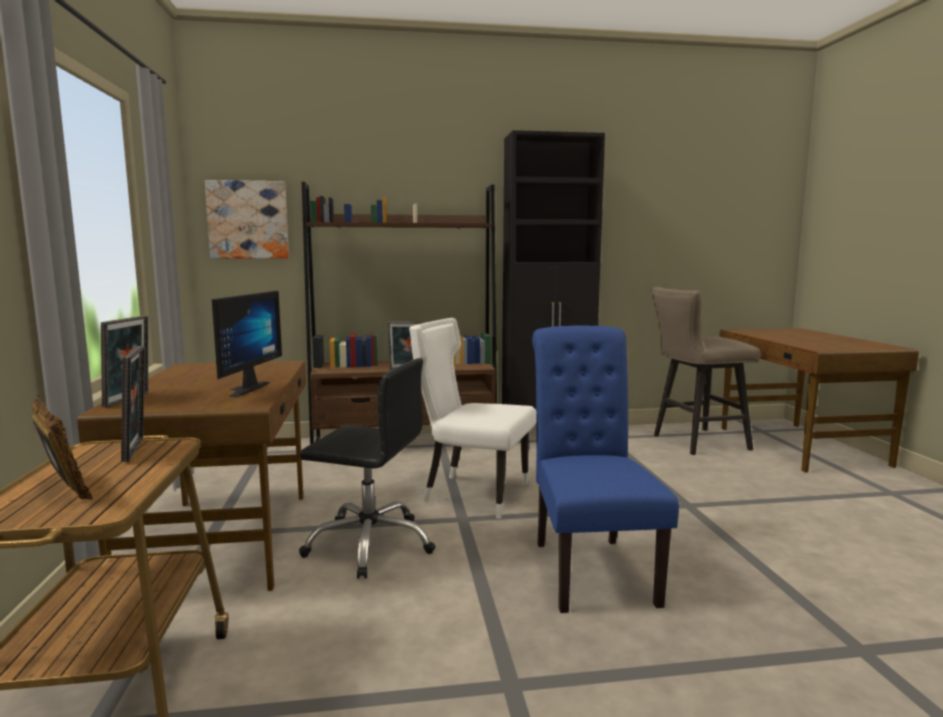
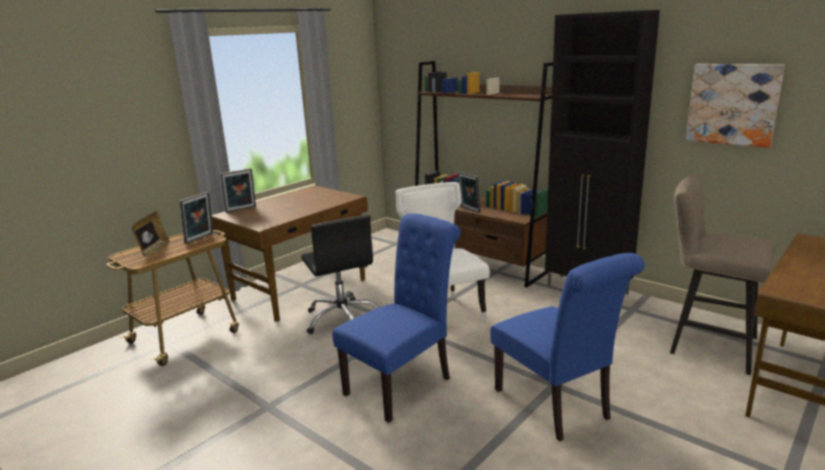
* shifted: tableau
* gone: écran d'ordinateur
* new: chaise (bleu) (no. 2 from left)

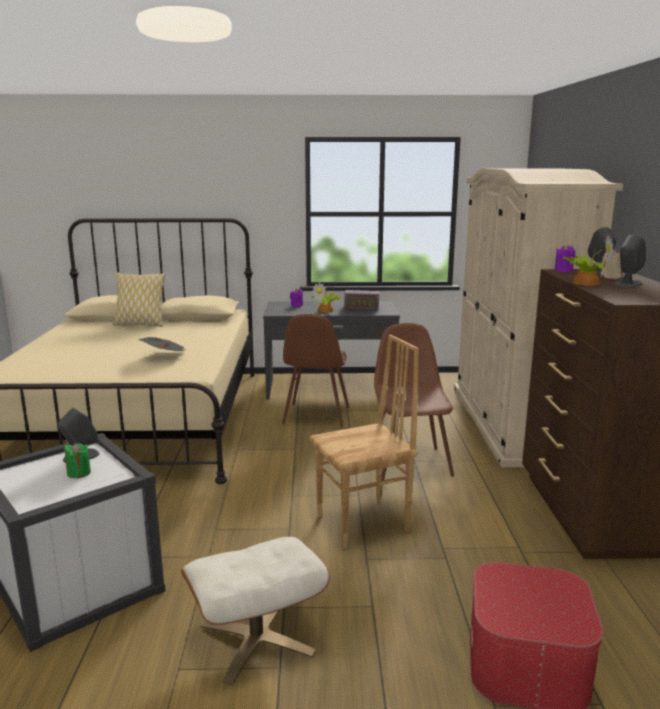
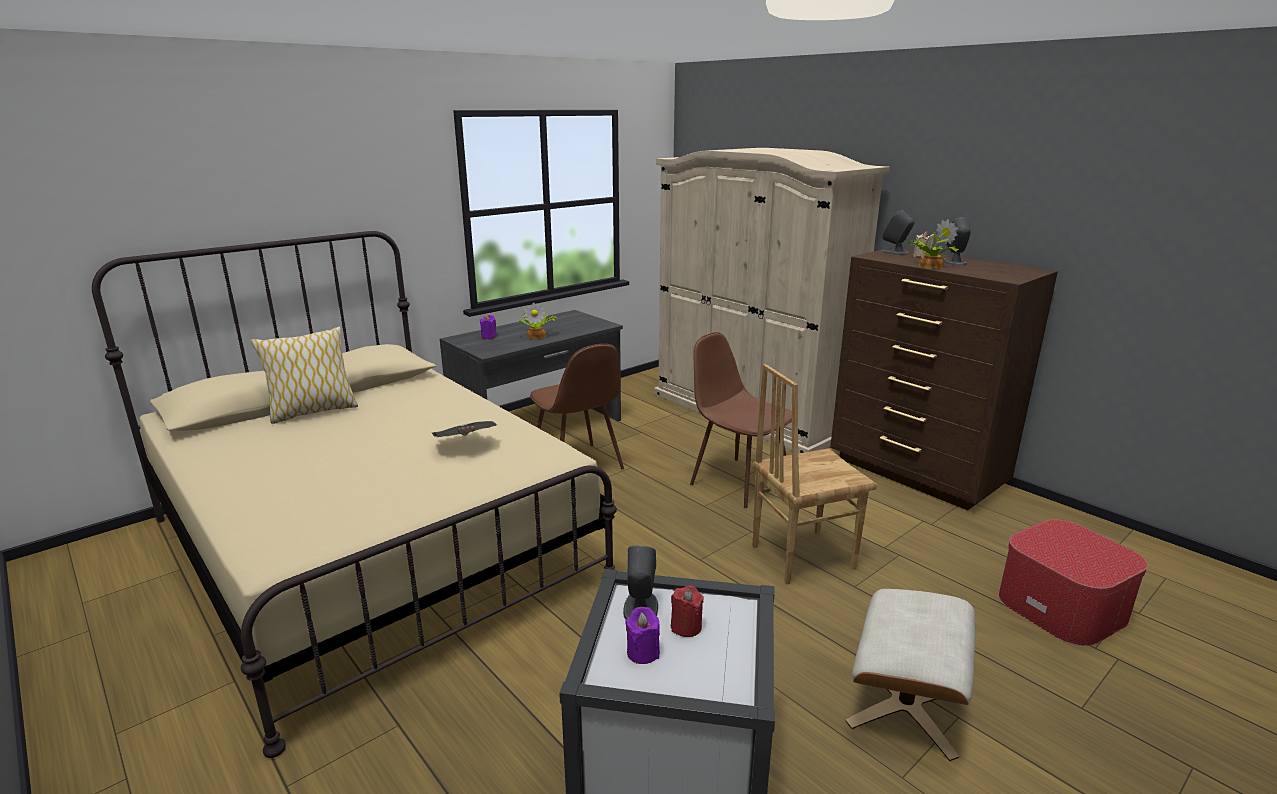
* shifted: bougie (violet) (no. 2 from left)
* gone: radio
* rotated: chaise (marron) (no. 2 from left in the first image) 135 degrees counterclockwise
* repainted: bougie (vert) to bougie (rouge)

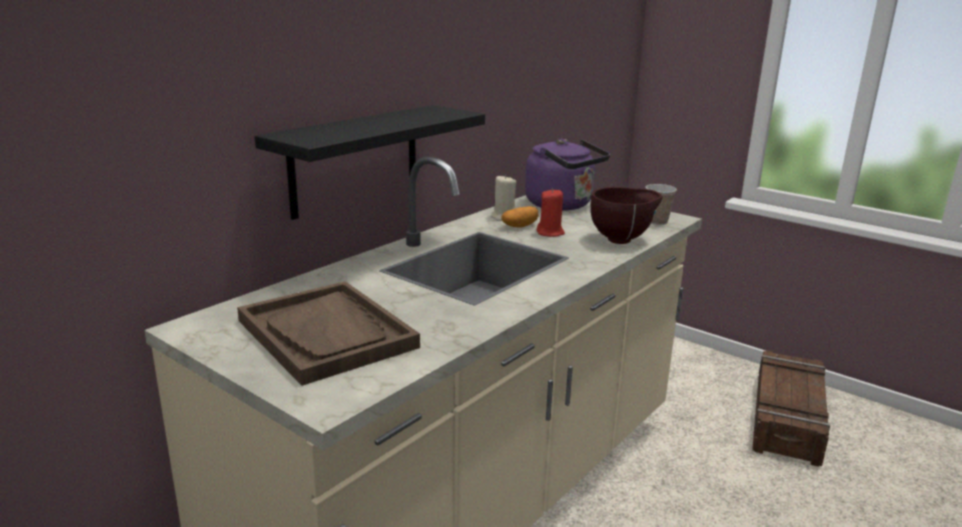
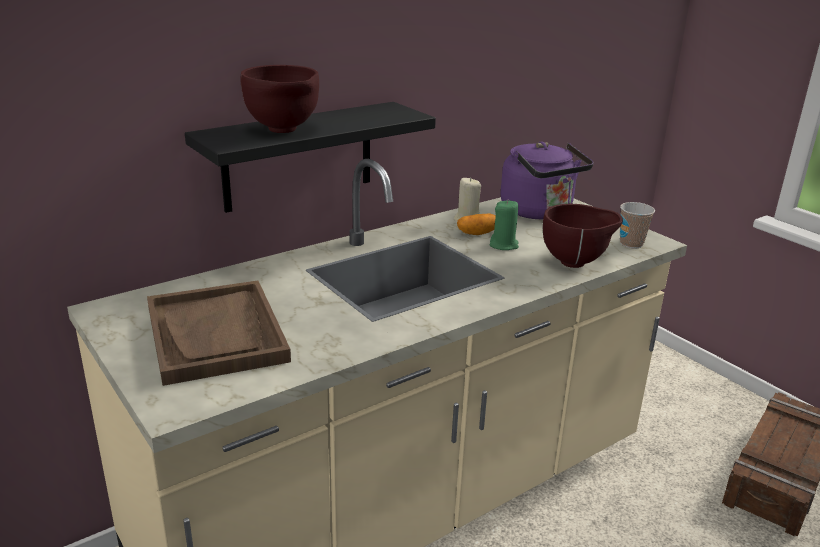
* repainted: bougie (rouge) to bougie (vert)
* new: bol (marron) (no. 1 from left)

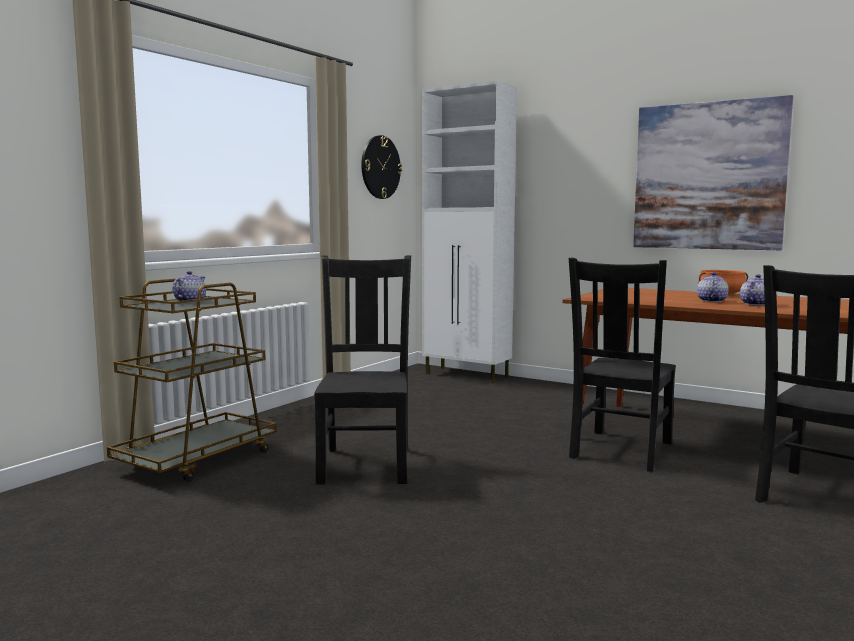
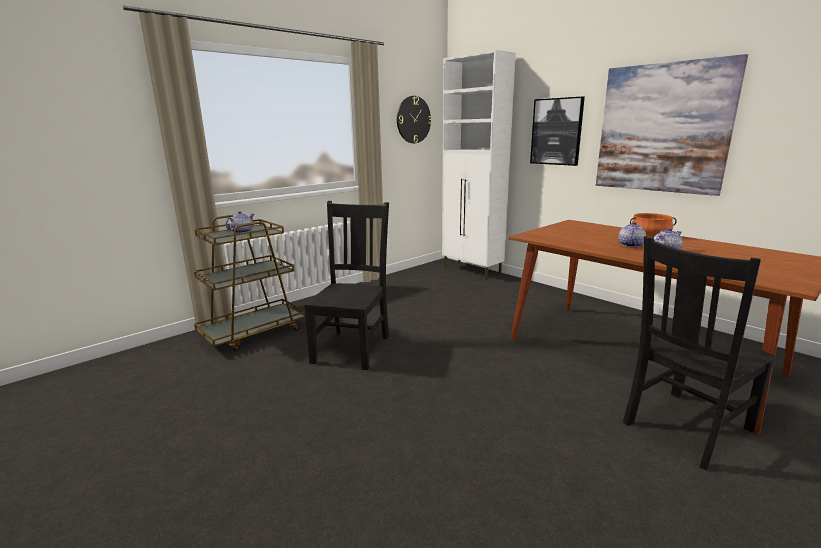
* gone: chaise (noir) (no. 2 from left)
* new: tableau (no. 1 from left)

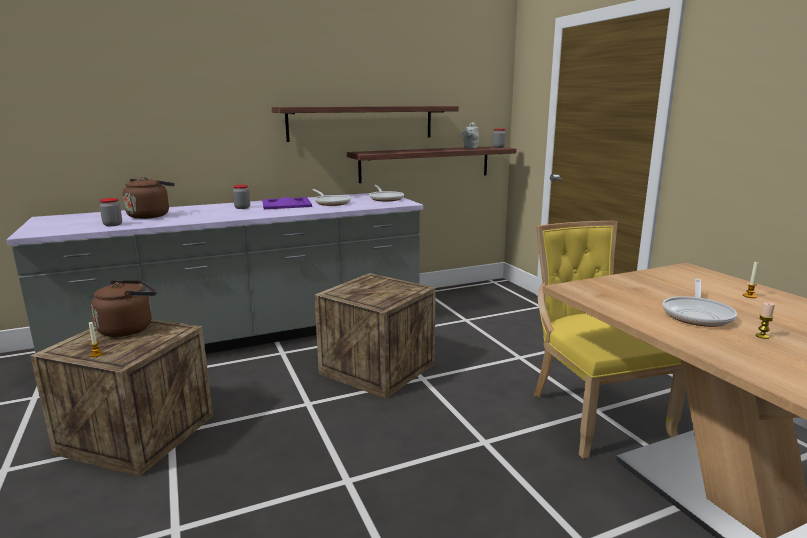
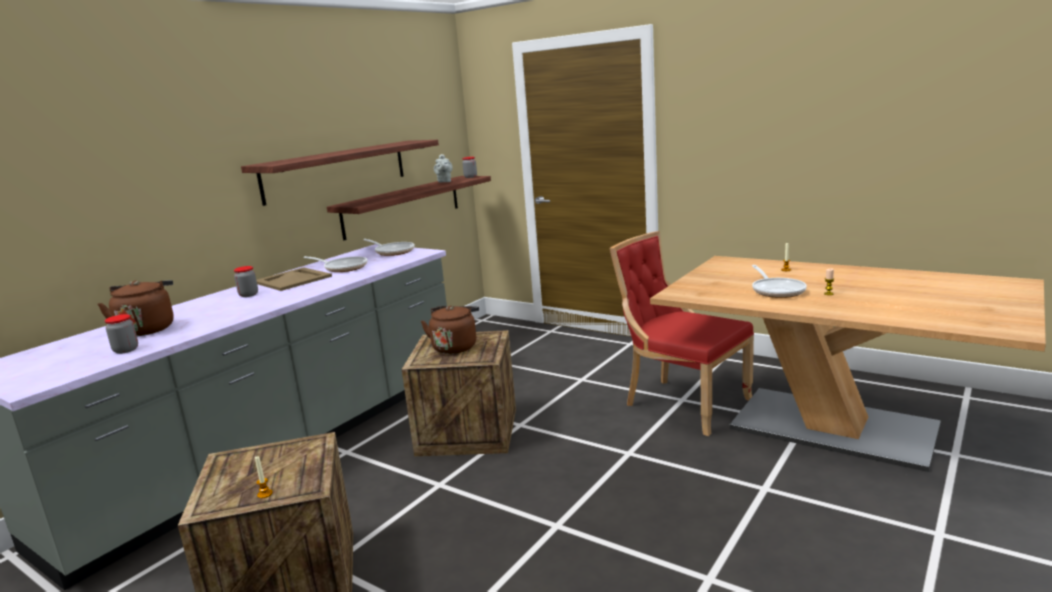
* repainted: plateau (violet) to plateau (beige)
* repainted: chaise (jaune) to chaise (rouge)
* shifted: bouilloire (marron) (no. 1 from left in the first image) to bouilloire (marron) (no. 2 from left)

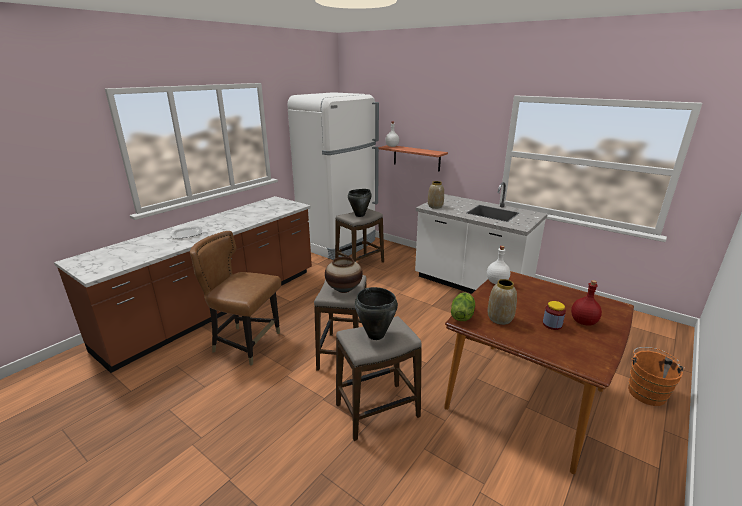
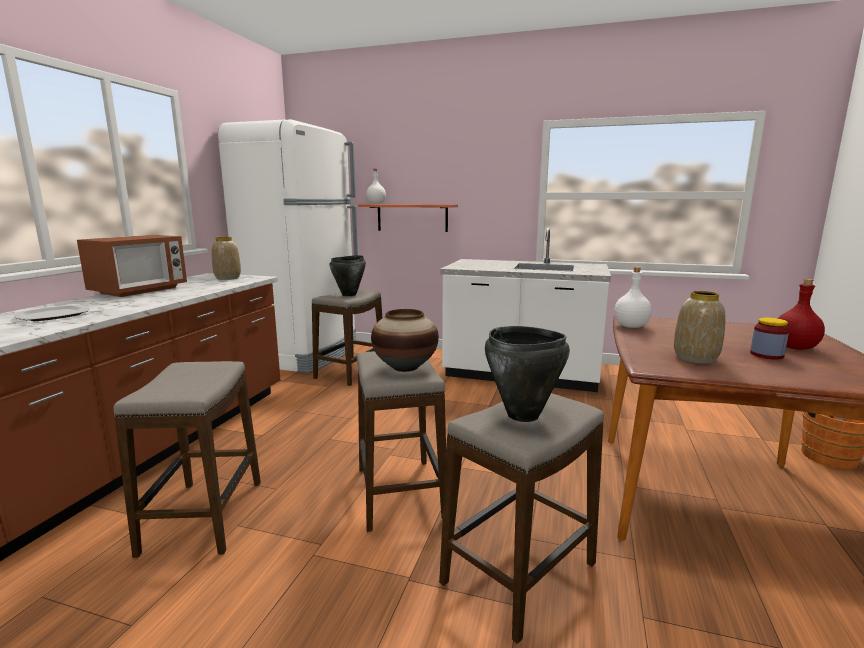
* shifted: vase (no. 2 from left in the first image) to vase (no. 1 from left)
* swapped: chaise (marron) to tabouret (no. 1 from left)
* gone: laitue
* new: micro-ondes

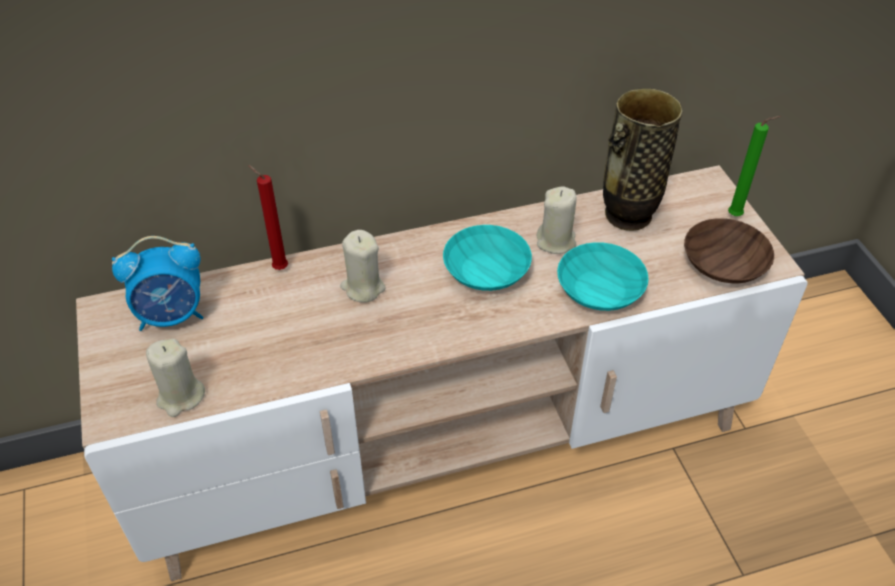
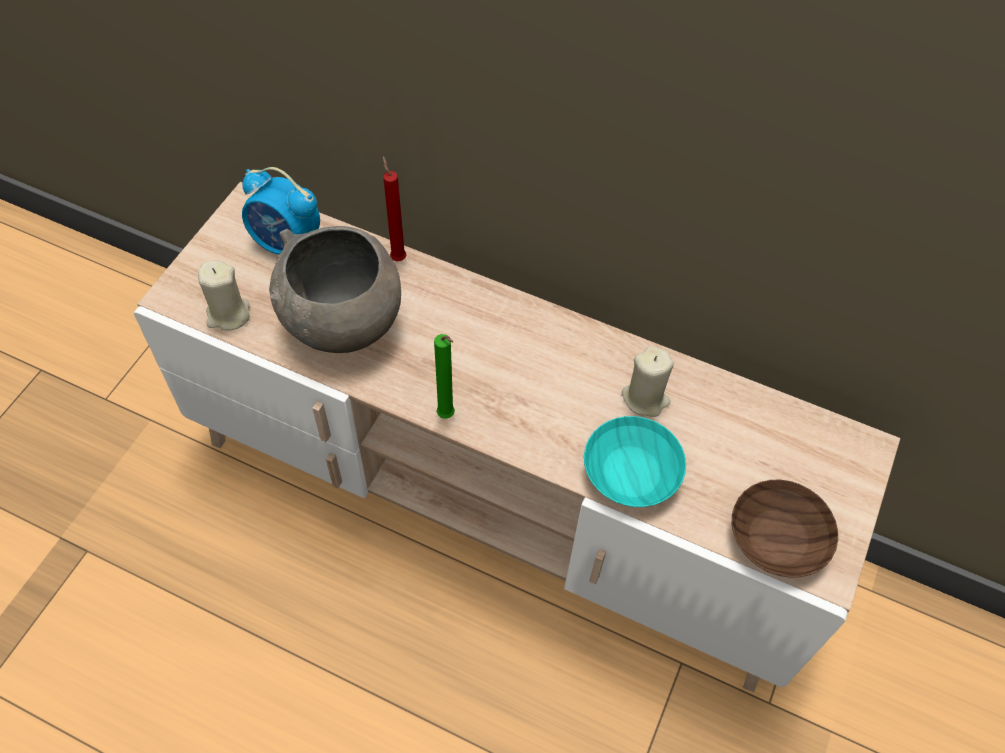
* gone: vase
* shifted: bougie (vert)
* gone: bol (turquoise) (no. 1 from left)
* gone: bougie (beige) (no. 2 from left)
* new: bol (gris)

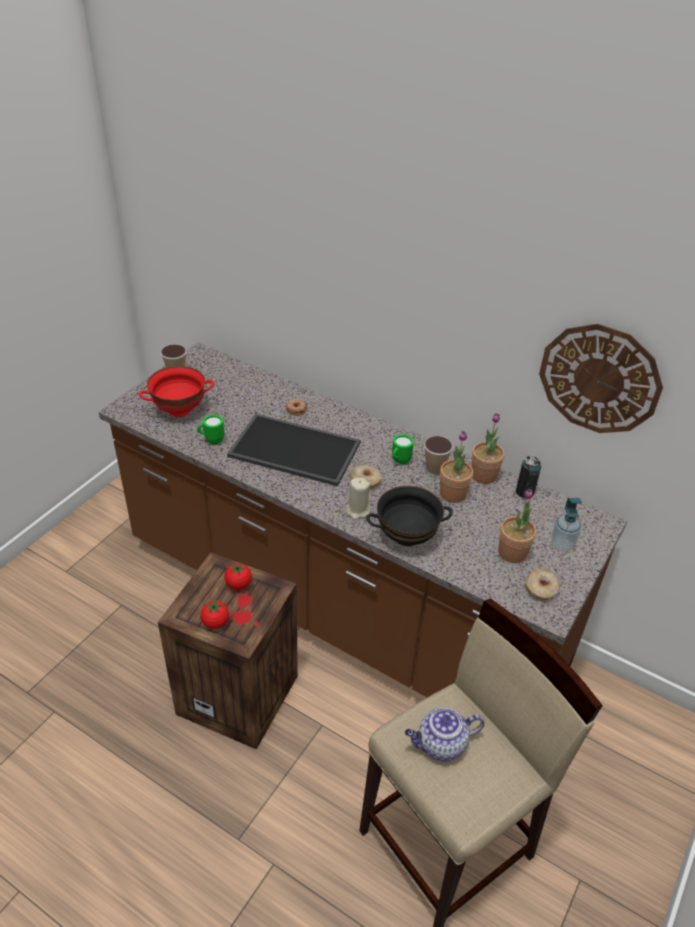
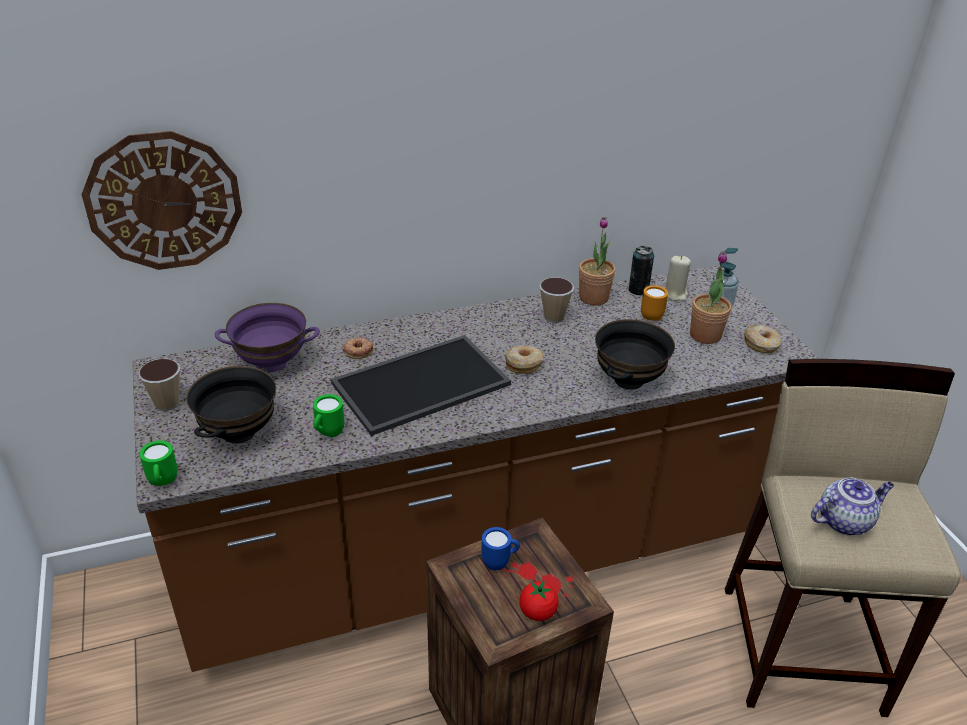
* shifted: horloge murale
* repainted: bol (rouge) to bol (noir) (no. 1 from left)
* gone: plante en pot (no. 1 from left)
* shifted: mug (vert) (no. 2 from left in the first image) to mug (vert) (no. 1 from left)
* shifted: bougie (beige)
* swapped: tomate (no. 2 from left) to mug (bleu)
* rotated: théière 135 degrees counterclockwise
* new: mug (orange)
* new: bol (violet)

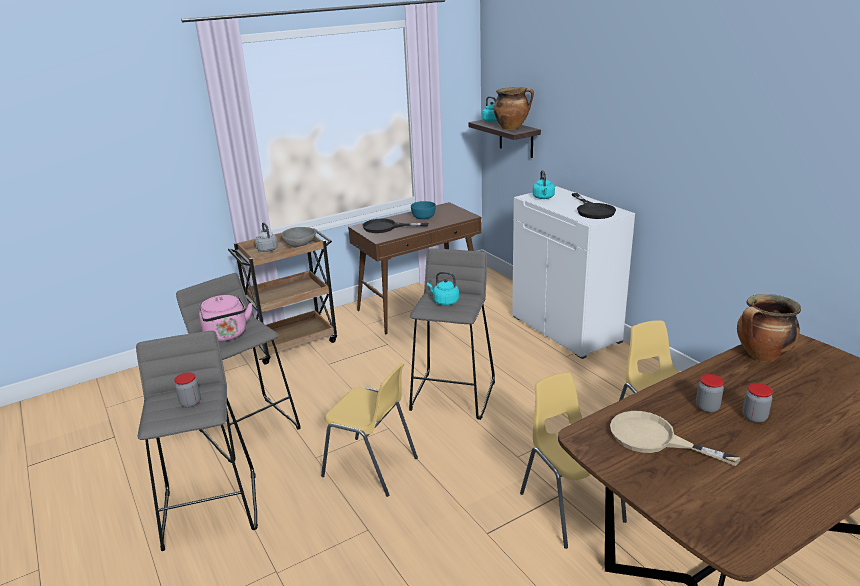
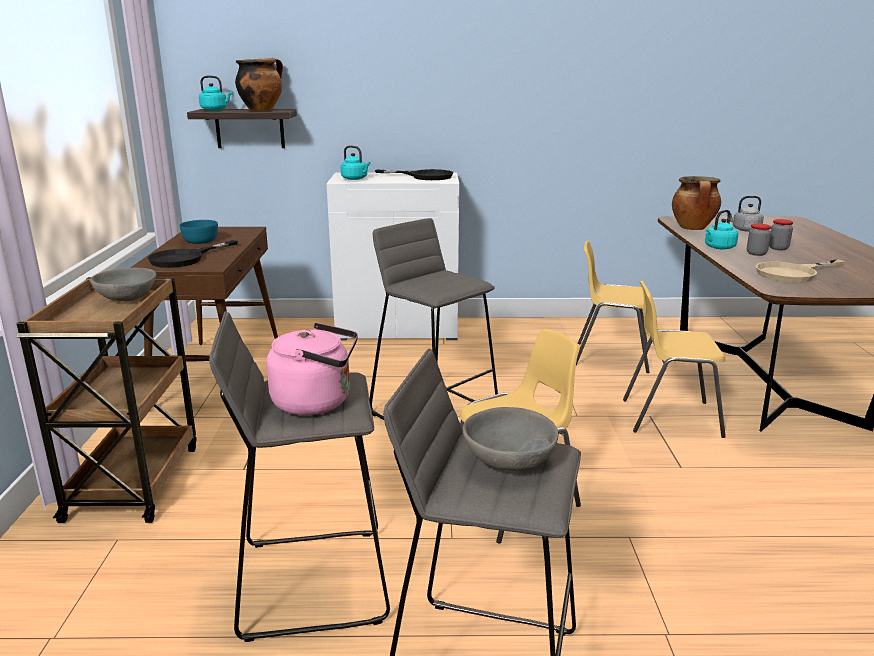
* shifted: bouilloire (gris)
* shifted: bouilloire (turquoise) (no. 1 from left in the first image) to bouilloire (turquoise) (no. 3 from left)
* swapped: bocal (no. 1 from left) to bol (gris) (no. 2 from left)

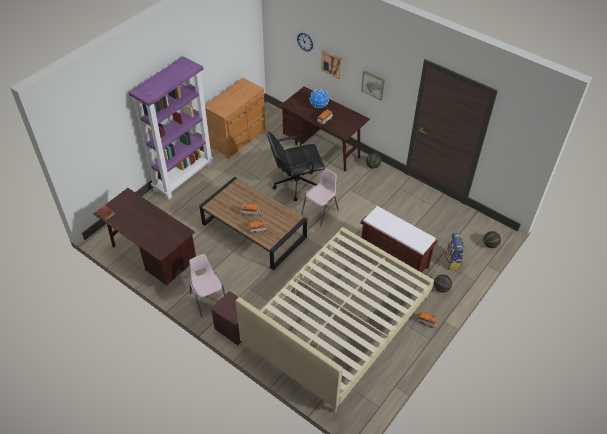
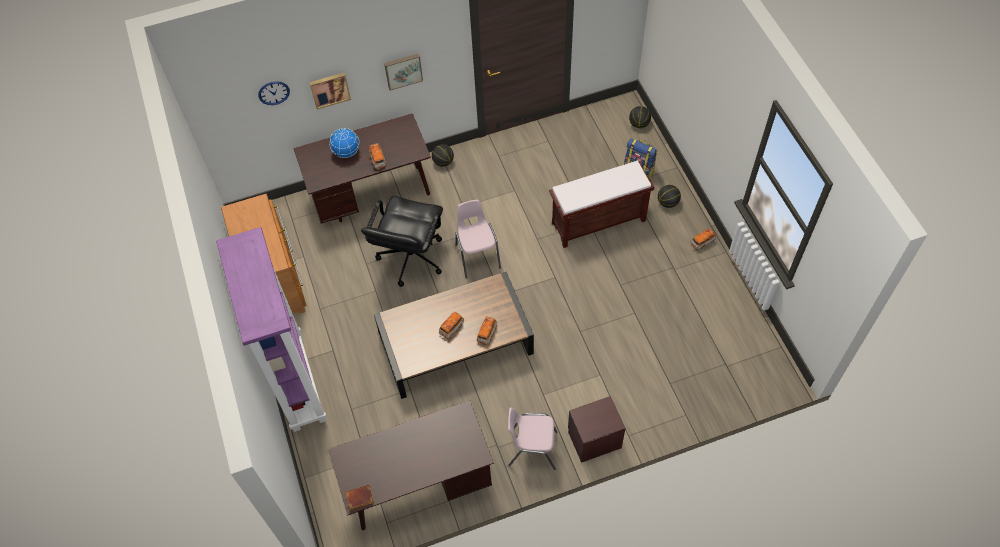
* gone: lit (beige)

